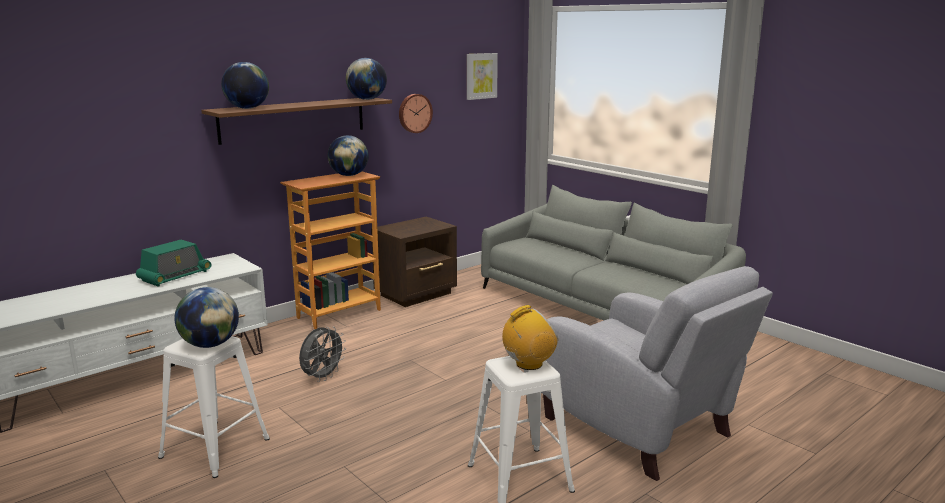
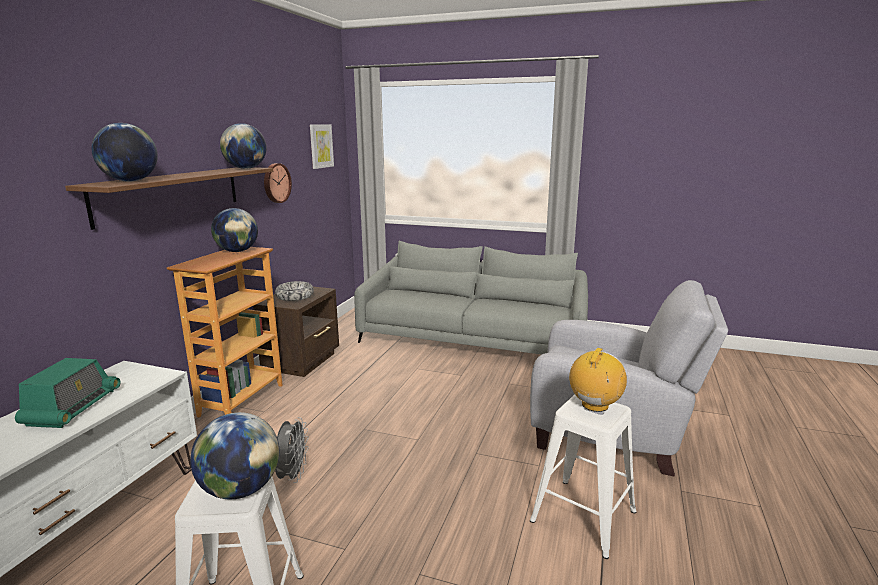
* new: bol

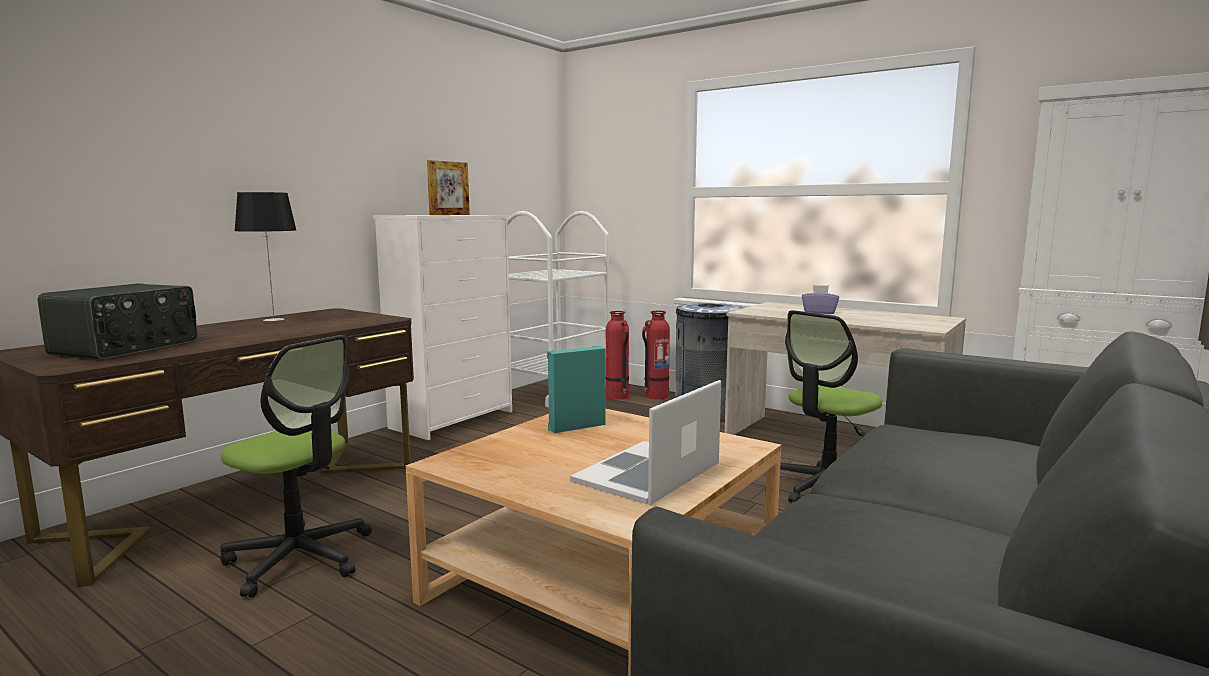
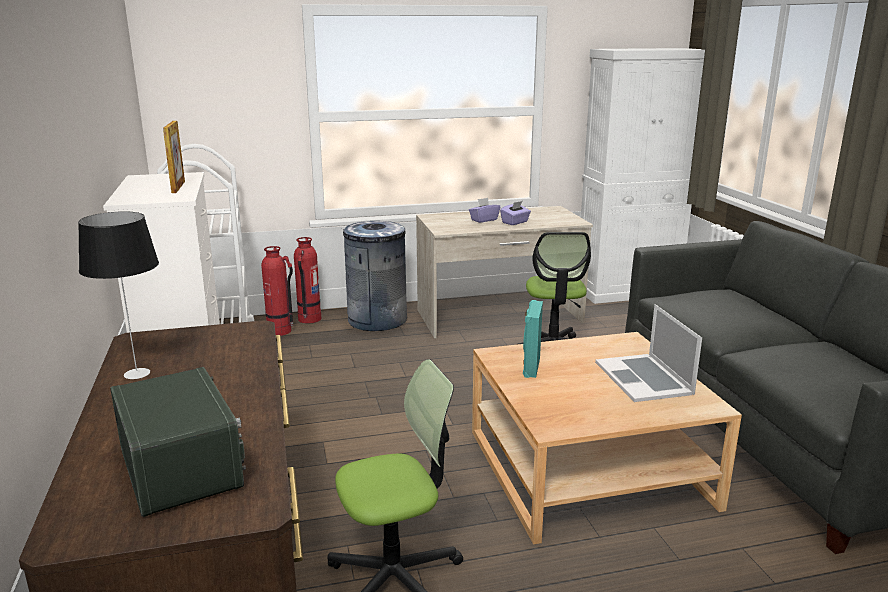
* new: boîte à mouchoirs (violet) (no. 2 from left)

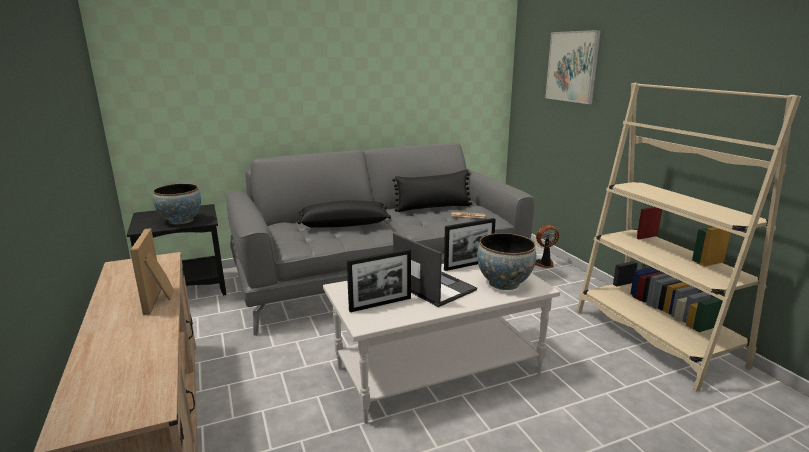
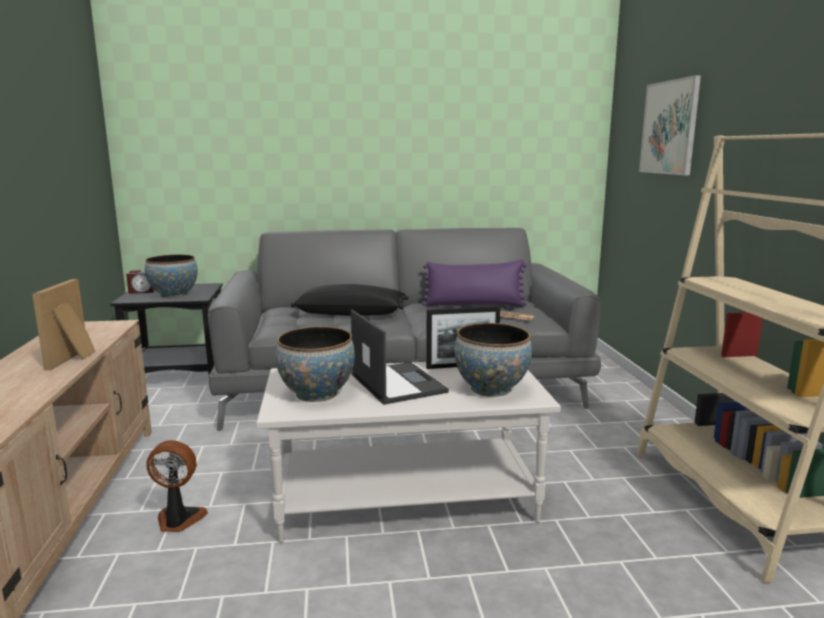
* repainted: coussin (noir) (no. 2 from left) to coussin (violet)
* shifted: ventilateur
* swapped: cadre photo (no. 2 from left) to bol (no. 2 from left)
* new: réveil

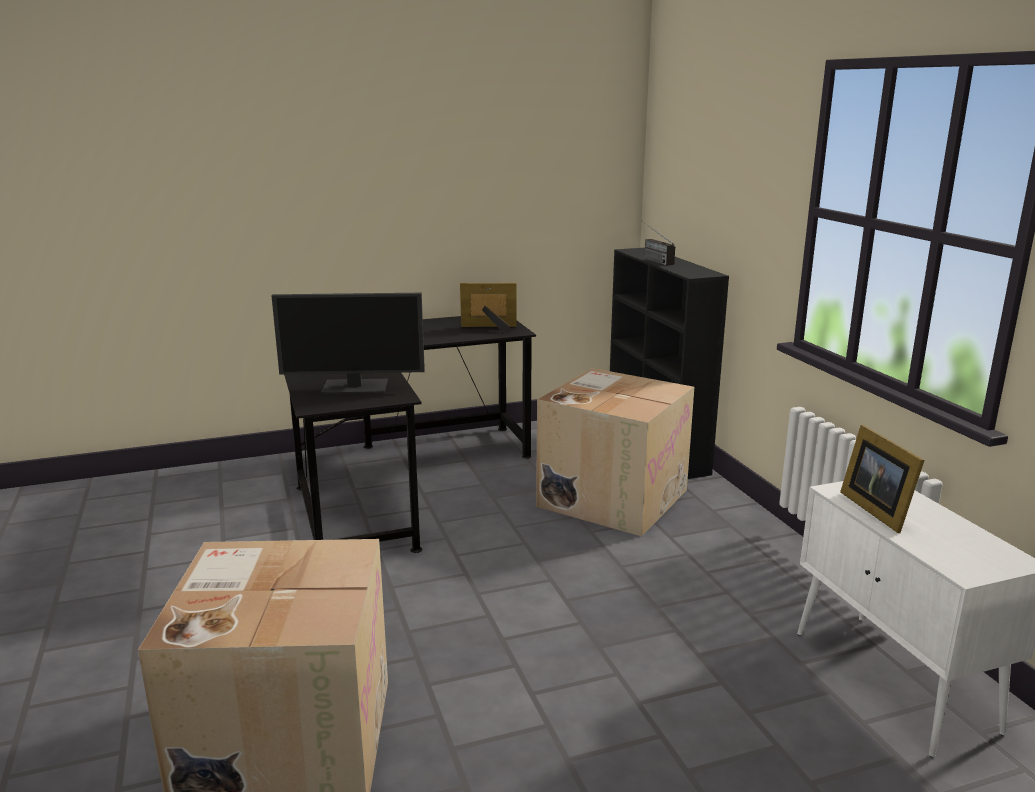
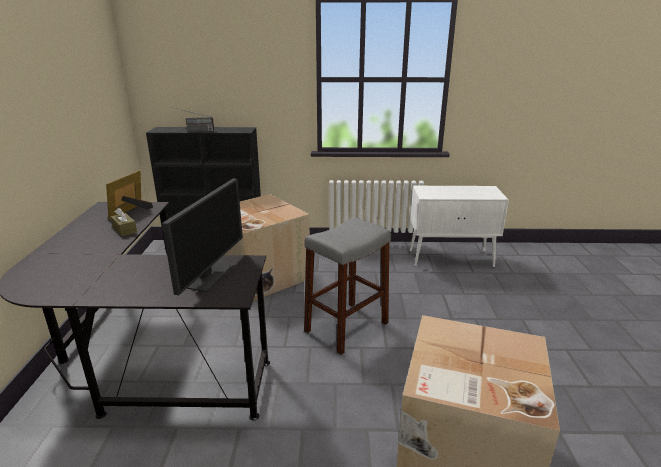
* gone: cadre photo (no. 2 from left)
* new: boîte à mouchoirs (marron)
* new: tabouret (gris)

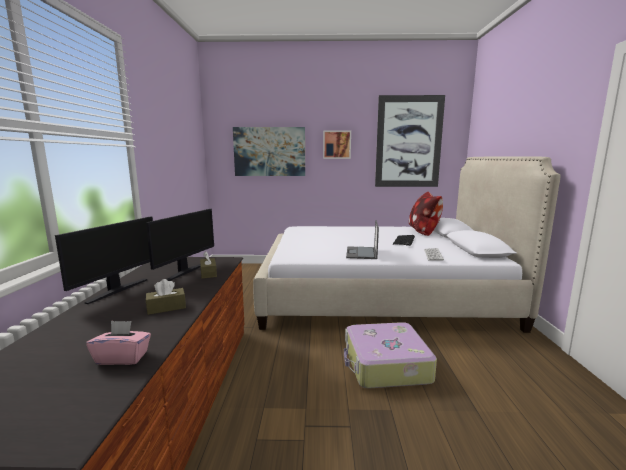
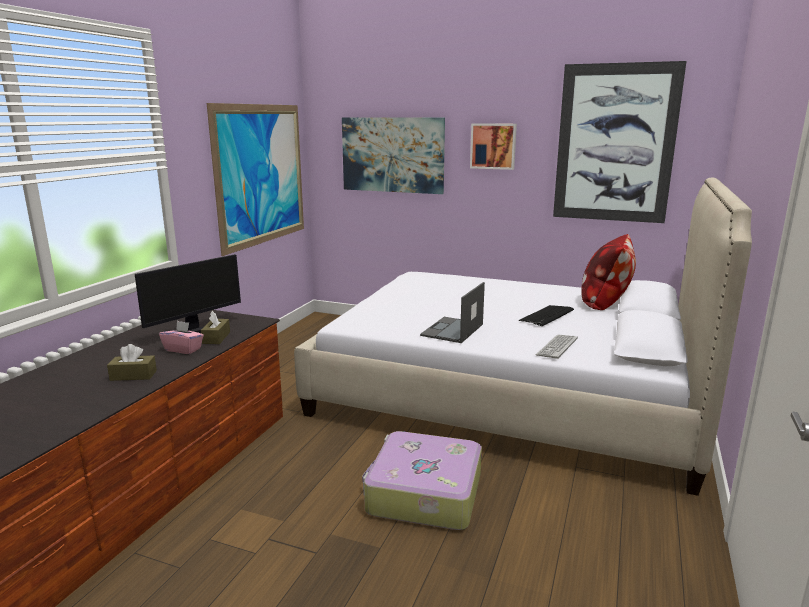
* gone: écran d'ordinateur (no. 1 from left)
* shifted: boîte à mouchoirs (rose)
* new: tableau (no. 1 from left)

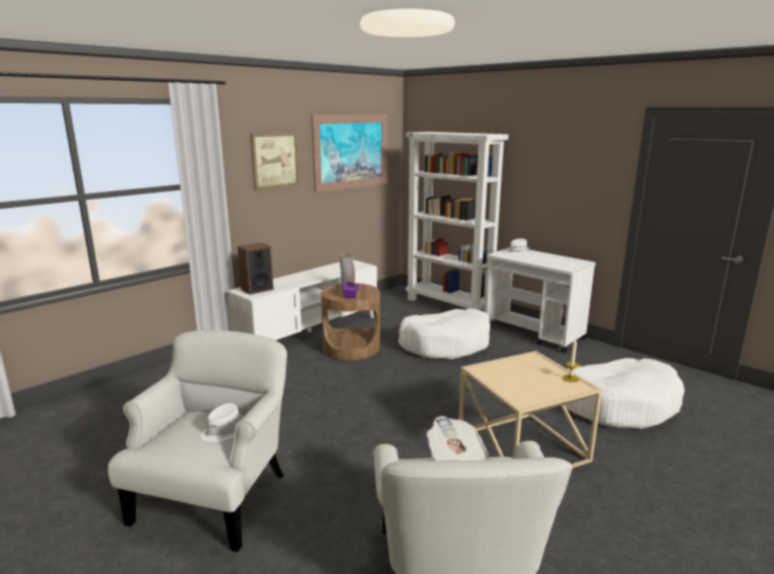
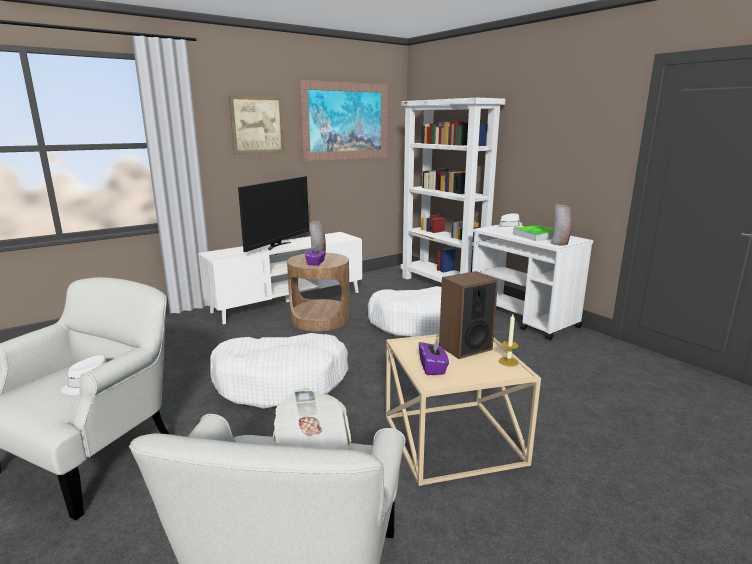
* shifted: enceinte
* shifted: panier pour chien (blanc) (no. 2 from left in the first image) to panier pour chien (blanc) (no. 1 from left)
* new: téléviseur
* new: vase (no. 2 from left)
* new: plateau
* new: boîte à mouchoirs (violet) (no. 2 from left)

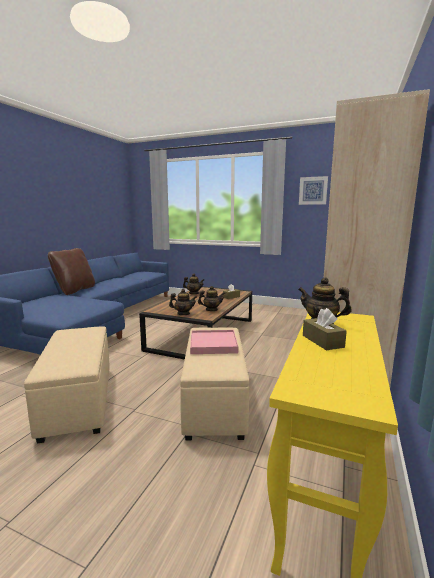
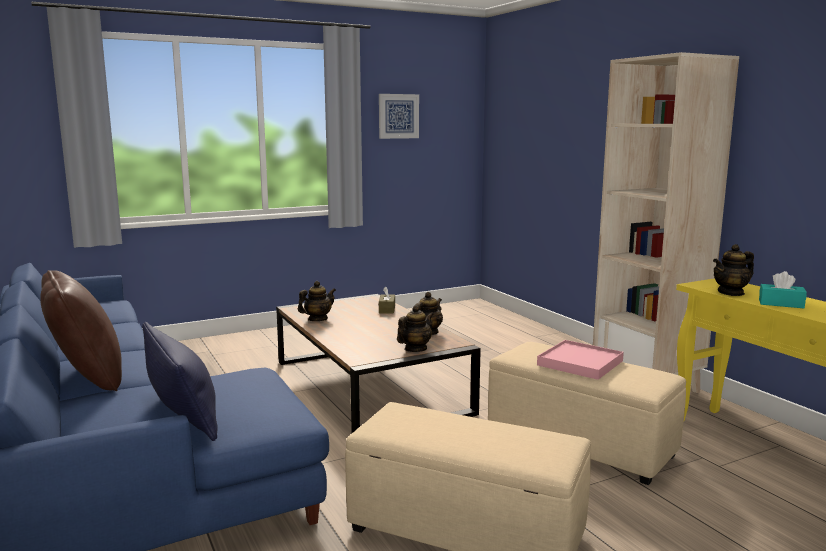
* repainted: boîte à mouchoirs (marron) (no. 2 from left) to boîte à mouchoirs (turquoise)
* new: coussin (bleu)

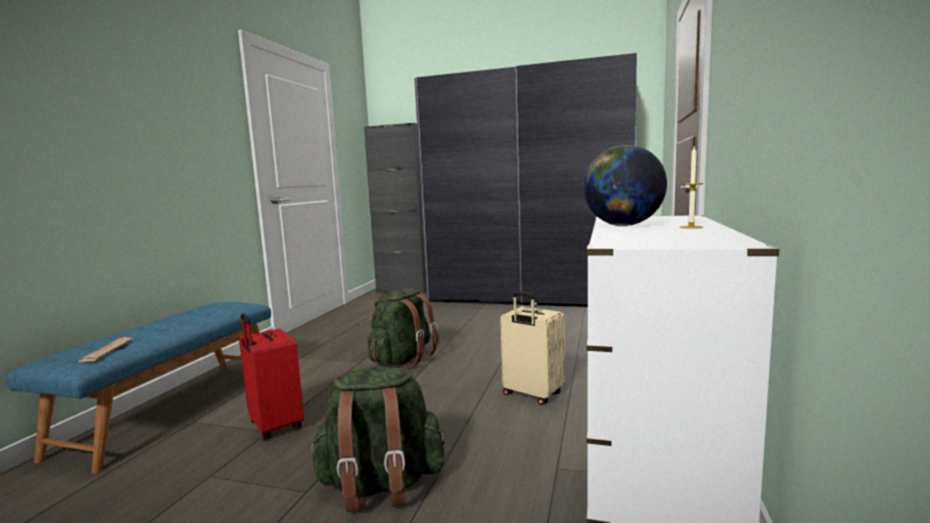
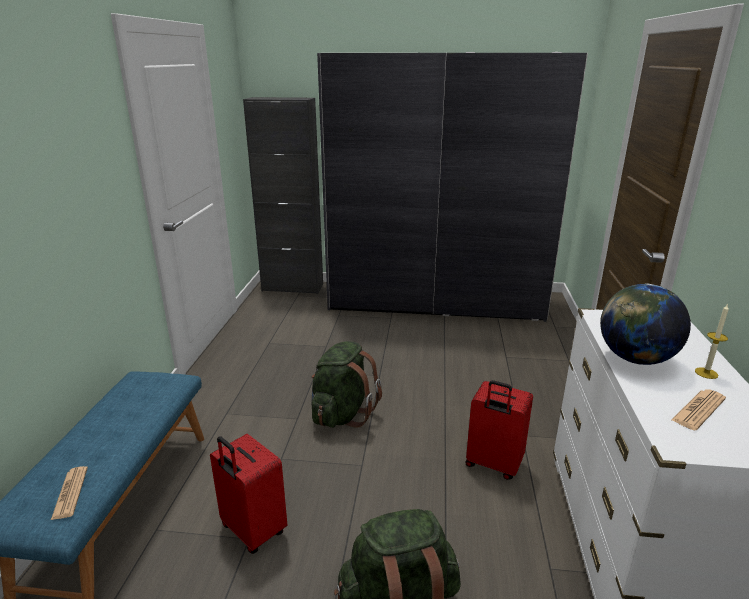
* repainted: valise (beige) to valise (rouge) (no. 2 from left)
* new: journal (no. 2 from left)

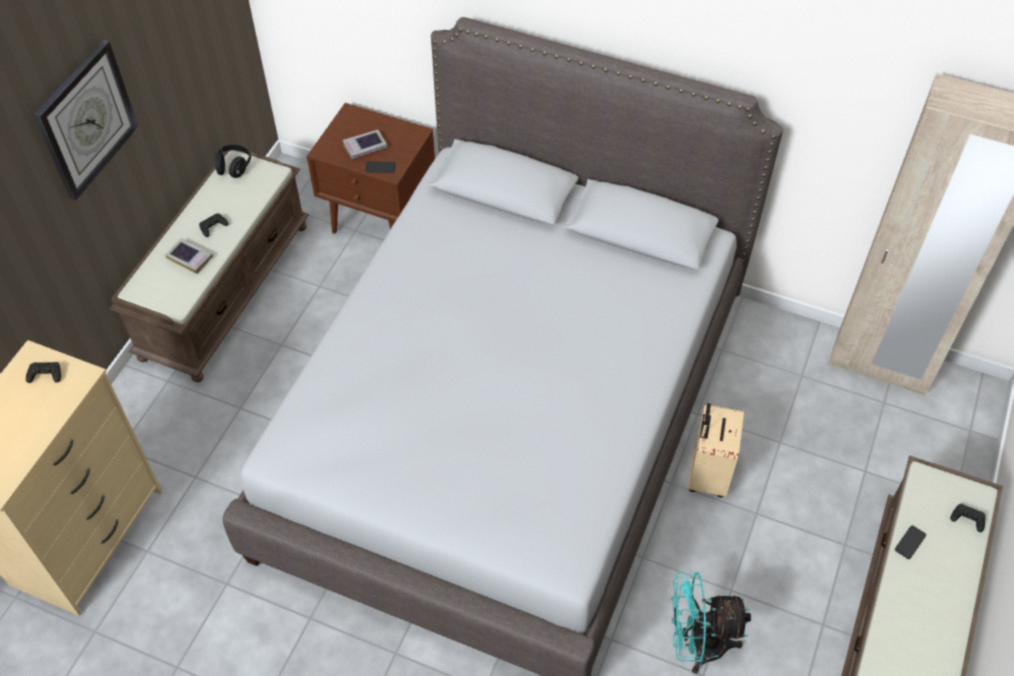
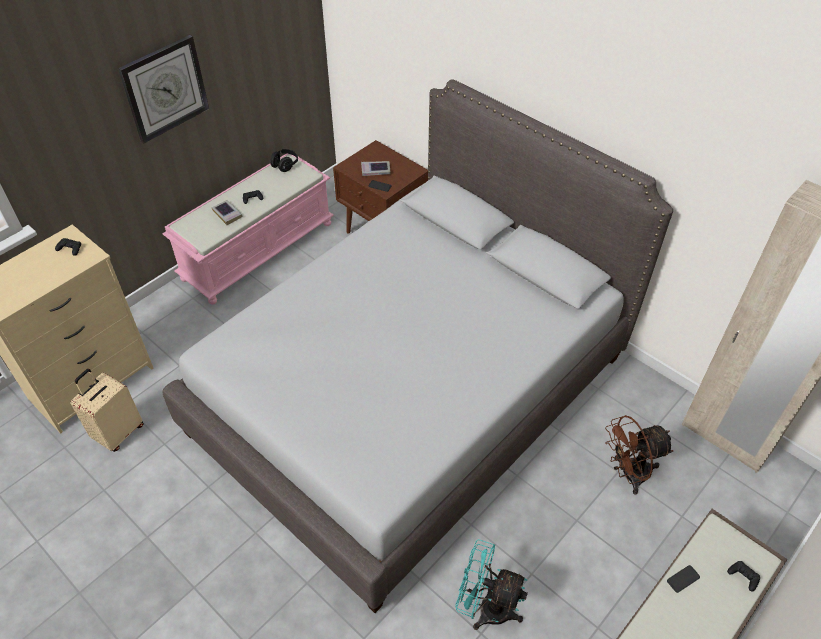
* repainted: banc (marron) (no. 1 from left) to banc (rose)
* shifted: valise (beige)
* new: ventilateur (marron)

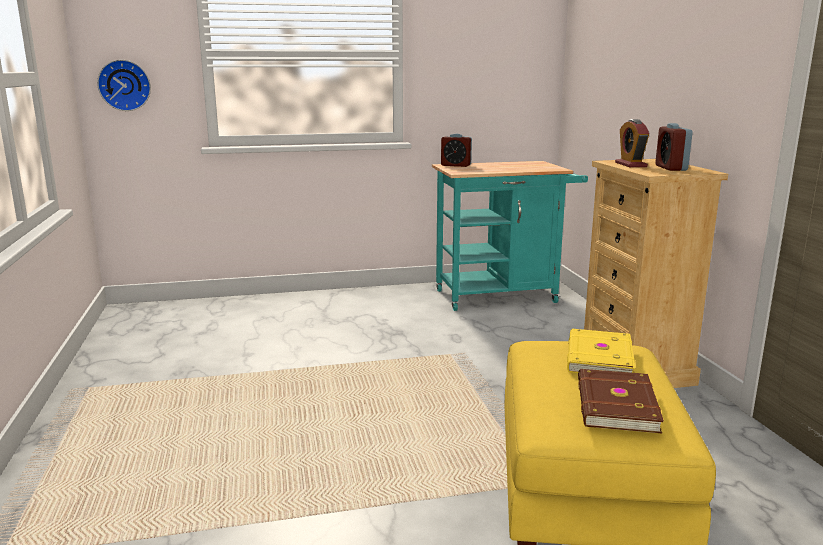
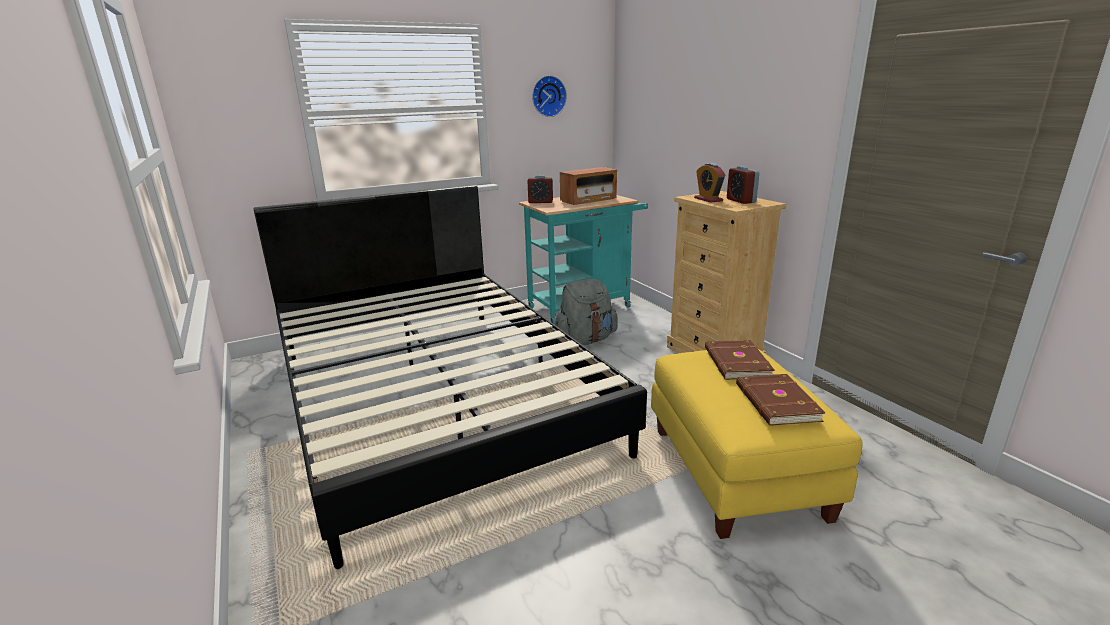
* shifted: horloge murale
* repainted: livre (jaune) to livre (marron) (no. 1 from left)
* new: radio
* new: lit (noir)
* new: sac à dos (gris)

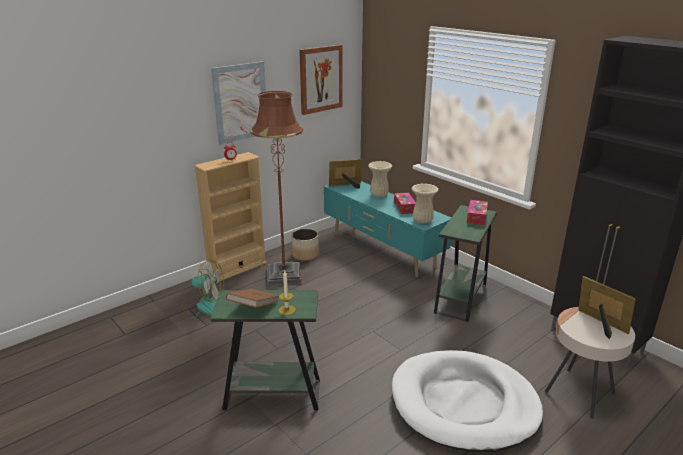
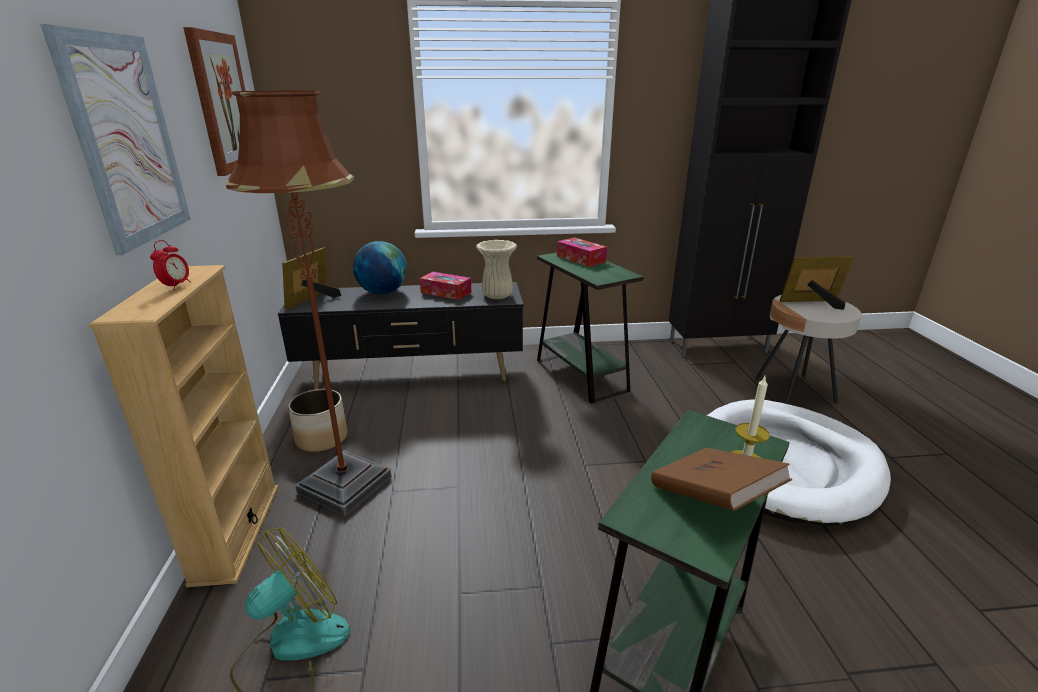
* swapped: vase (beige) (no. 1 from left) to globe
* repainted: meuble télé (turquoise) to meuble télé (noir)

